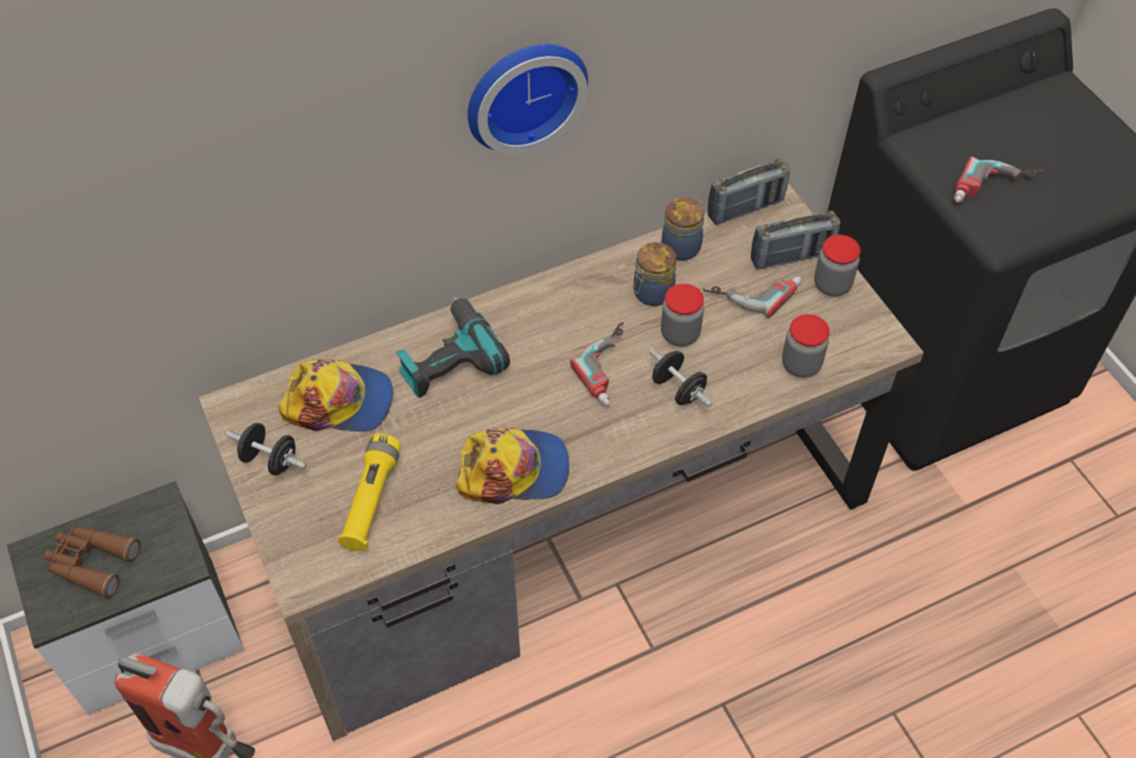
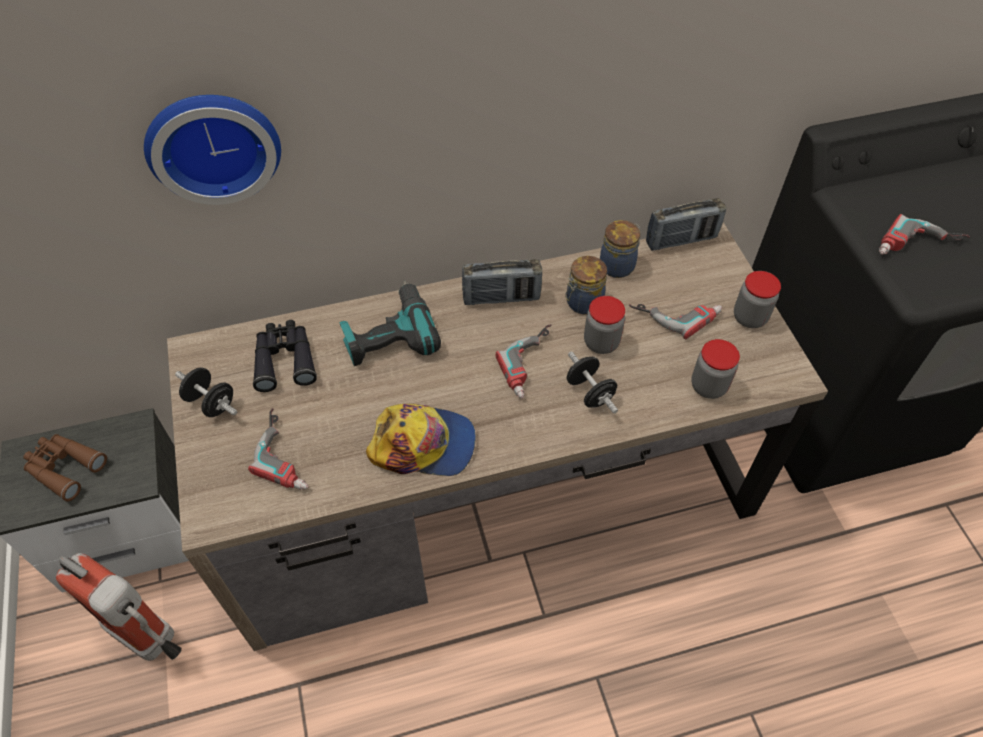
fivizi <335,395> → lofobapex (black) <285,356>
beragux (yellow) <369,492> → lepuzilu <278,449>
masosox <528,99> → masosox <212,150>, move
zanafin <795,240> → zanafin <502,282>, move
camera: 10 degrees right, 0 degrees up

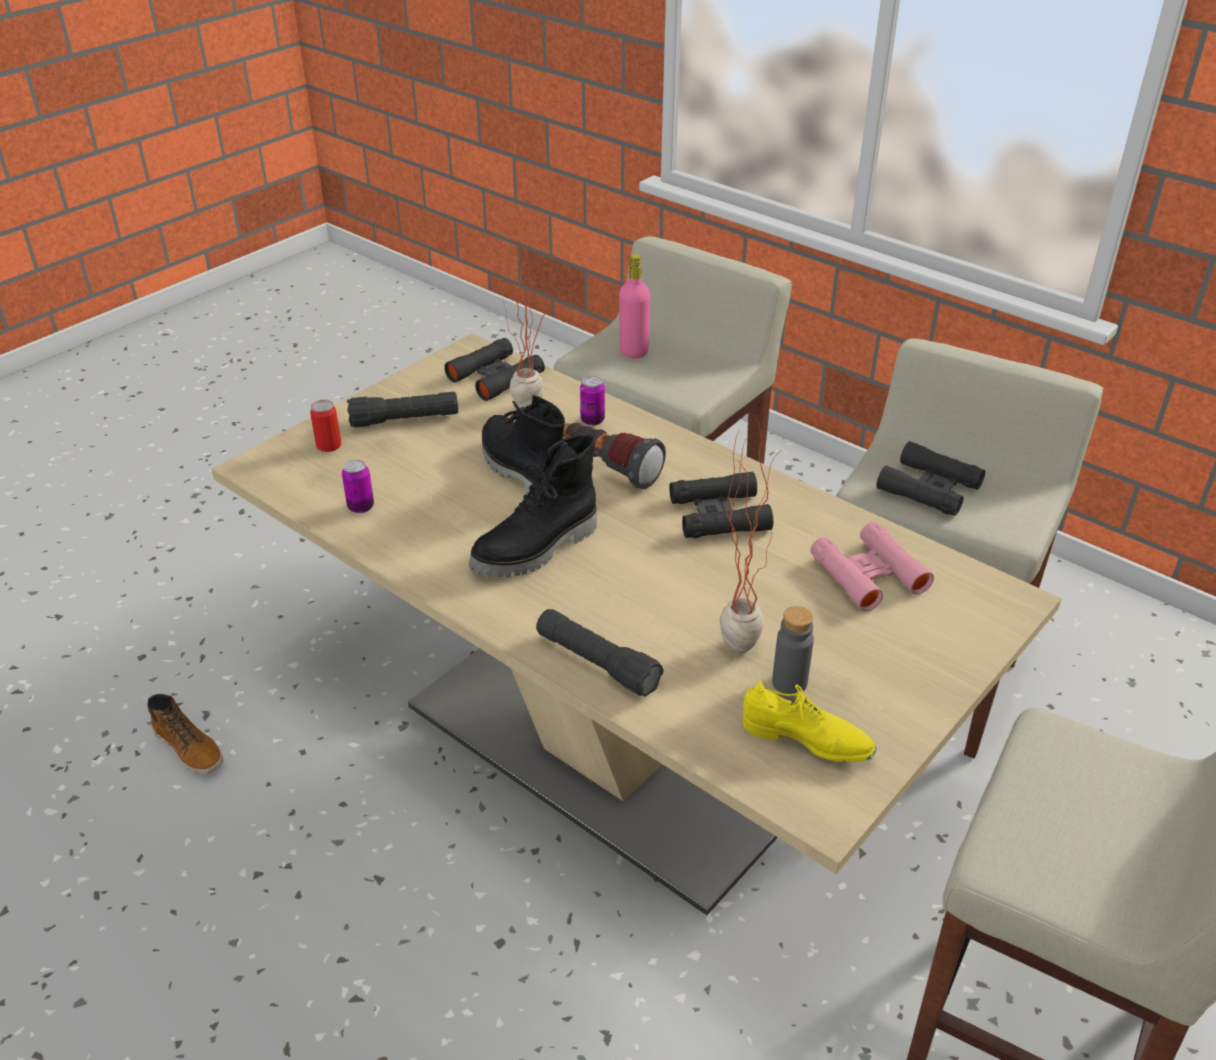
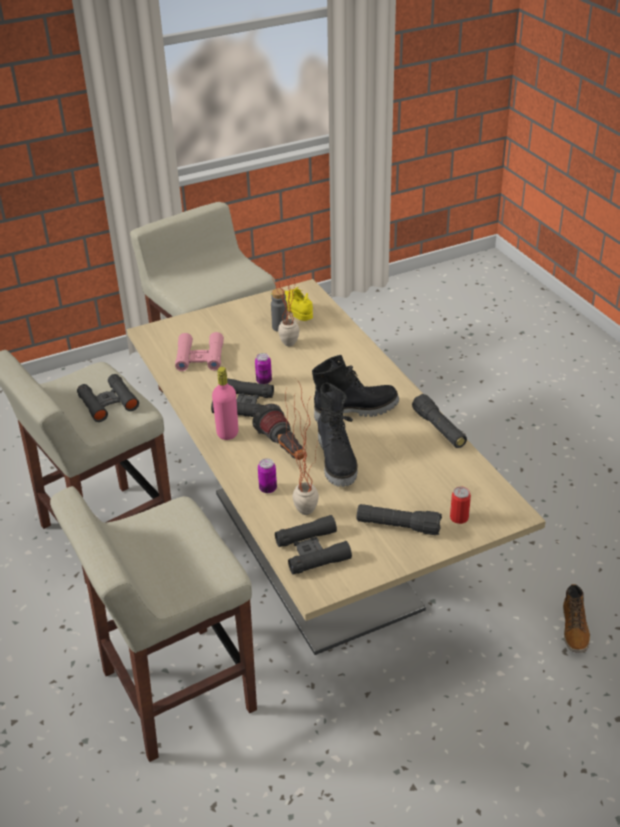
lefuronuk <185,734> → lefuronuk <576,618>, 150 degrees counterclockwise
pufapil <358,486> → pufapil <263,368>, move
beragux (black) <600,653> → beragux (black) <439,421>, move
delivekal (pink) <635,306> → delivekal (pink) <225,403>, move
camera: 155 degrees left, 0 degrees up

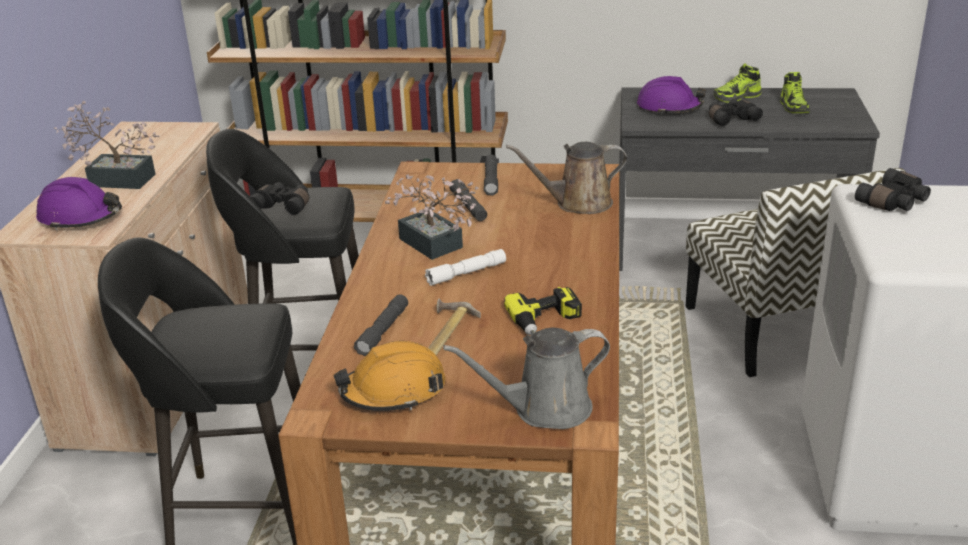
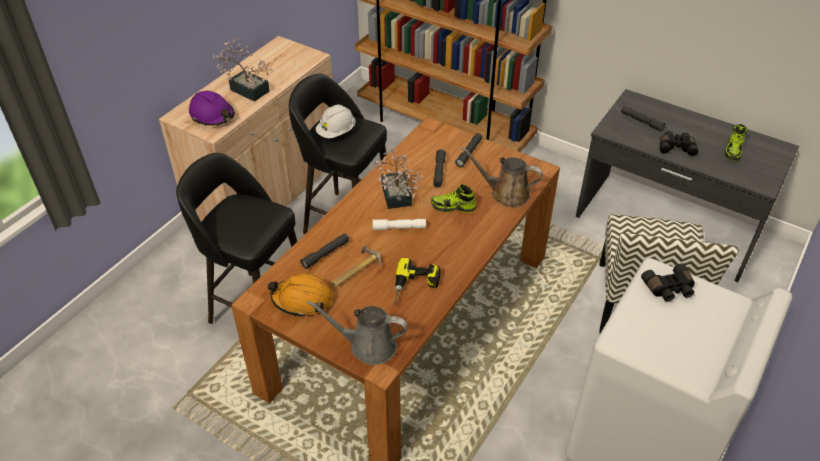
lofobapex (black) <279,198> → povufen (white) <335,121>
povufen (purple) <671,95> → beragux (grey) <643,118>
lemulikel <738,83> → lemulikel <454,198>, move
camera: 25 degrees right, 15 degrees up

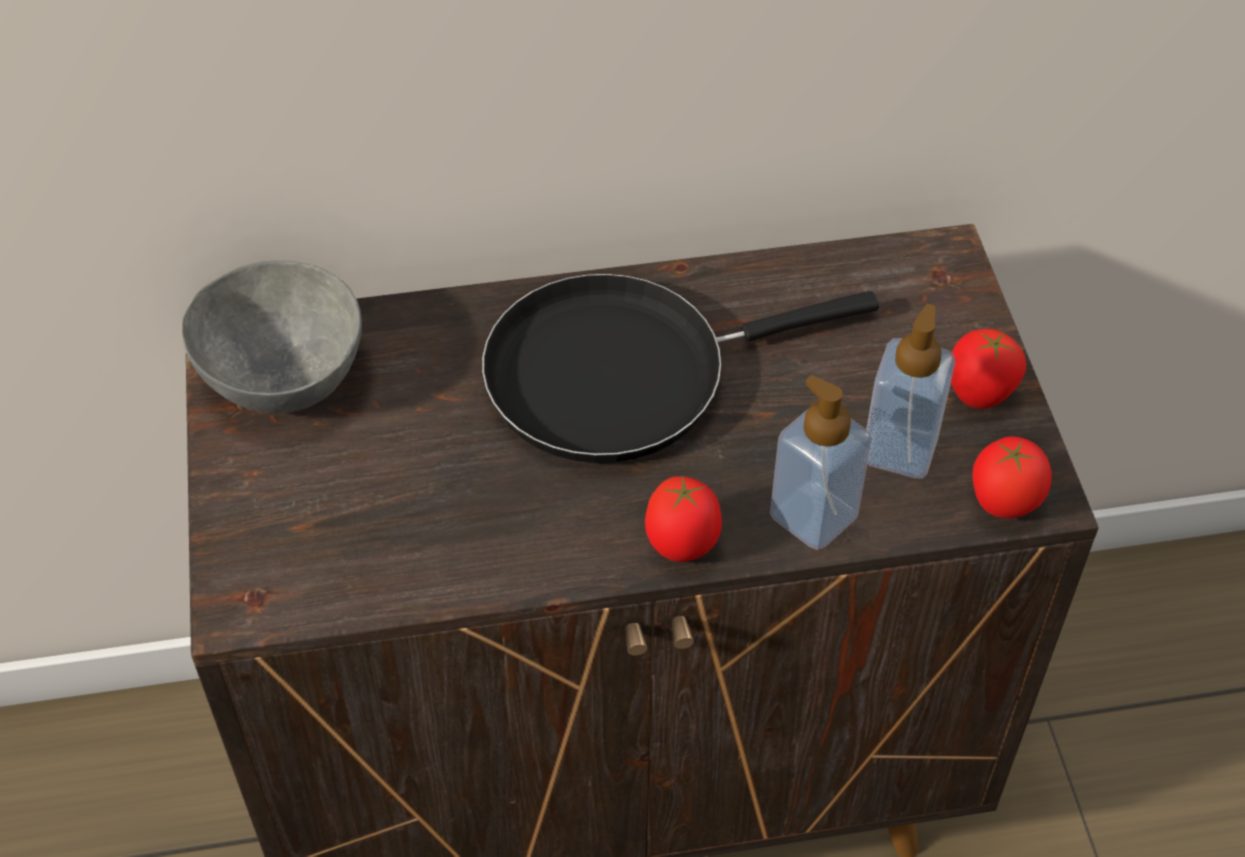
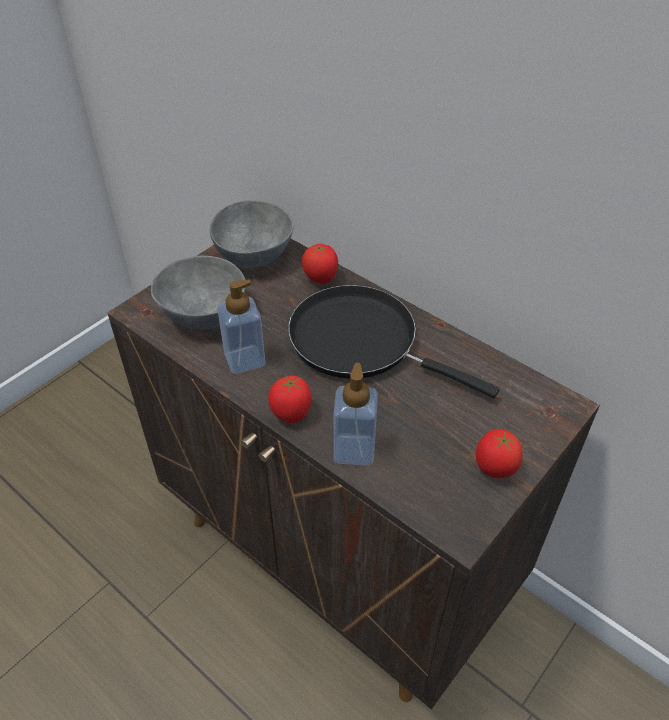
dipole <911,391> → dipole <241,327>, move
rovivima <1012,477> → rovivima <320,264>, move
- → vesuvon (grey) <198,293>
camera: 50 degrees right, 5 degrees down

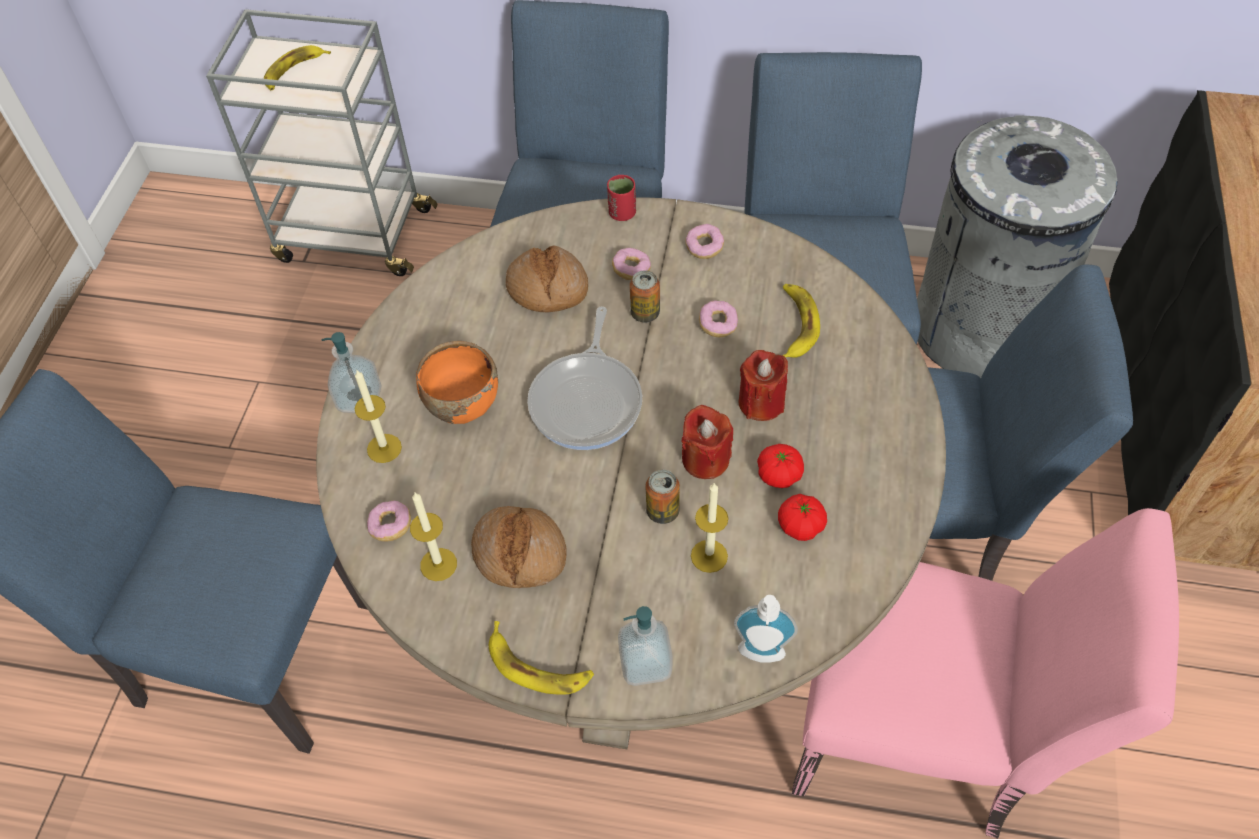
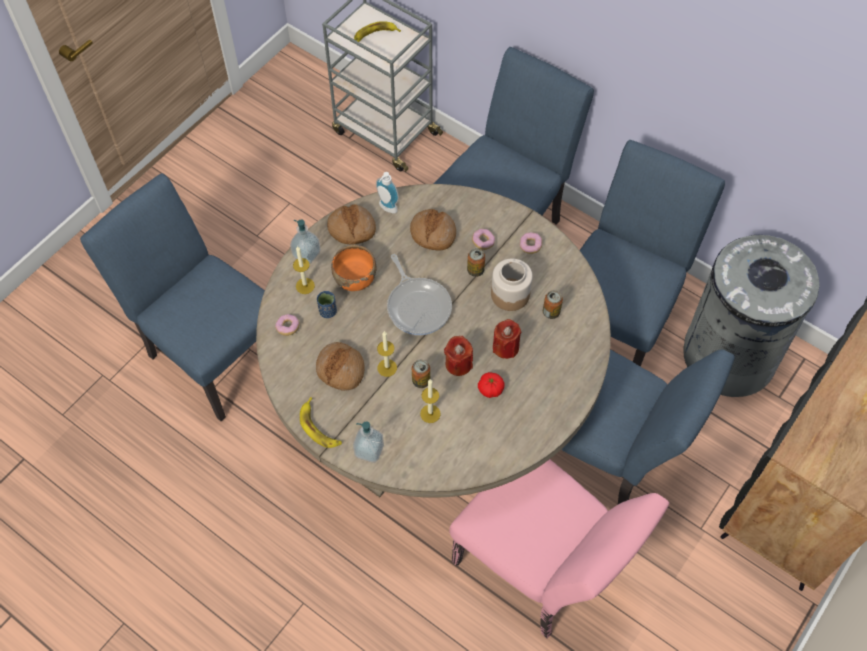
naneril <433,536> → naneril <387,354>, move
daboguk <584,378> → daboguk <419,294>, 60 degrees counterclockwise
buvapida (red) <621,198> → -
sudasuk <718,318> → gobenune <512,284>
dipole <766,629> → dipole <387,192>, move
rovivima <802,517> → -
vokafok <801,321> → pufapil <553,304>
- → buvapida (blue) <327,304>
- → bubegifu <351,224>
camera: 25 degrees right, 5 degrees up

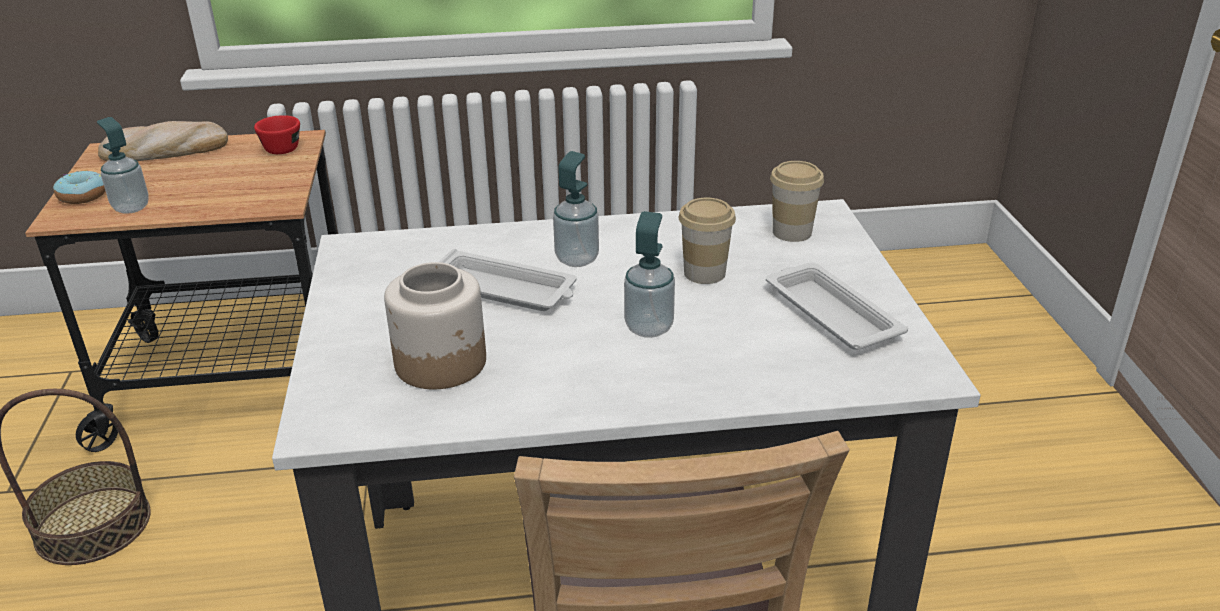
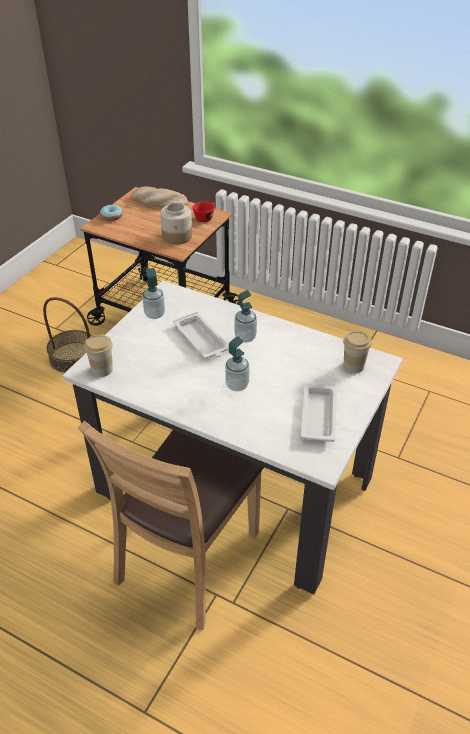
dipole <123,165> → dipole <153,293>, move
gobenune <435,325> → gobenune <176,223>, move
buvapida <707,241> → buvapida <98,356>, move
camera: 35 degrees right, 10 degrees up

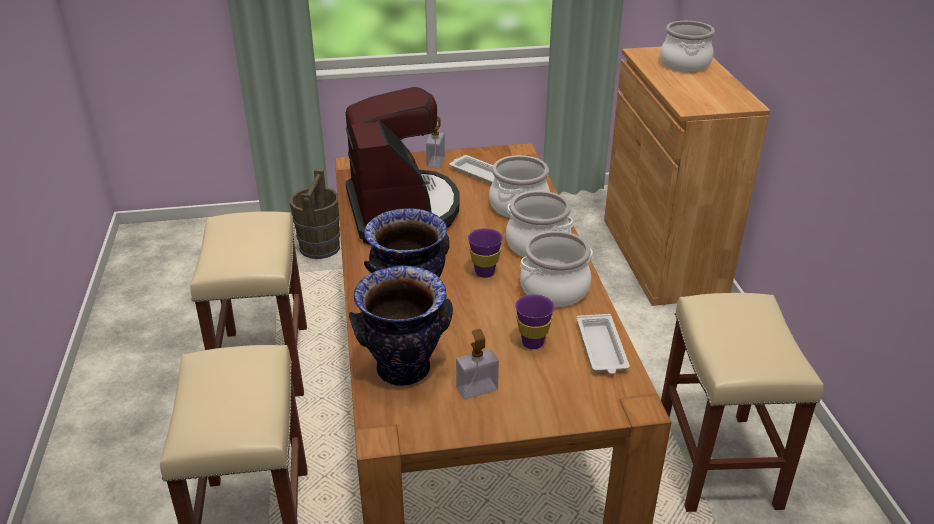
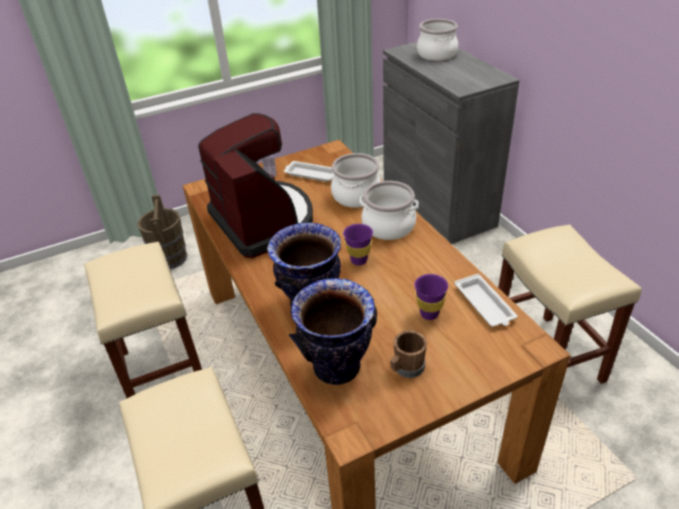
dipole <477,364> → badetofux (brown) <408,354>
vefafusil <556,269> → -
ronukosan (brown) <687,176> → ronukosan (grey) <451,143>
camera: 15 degrees left, 5 degrees up

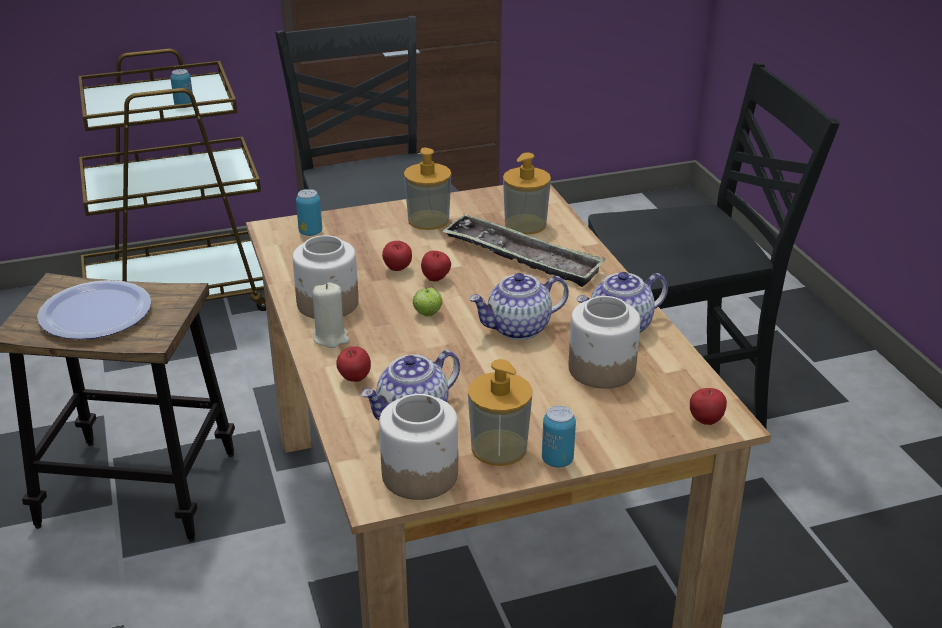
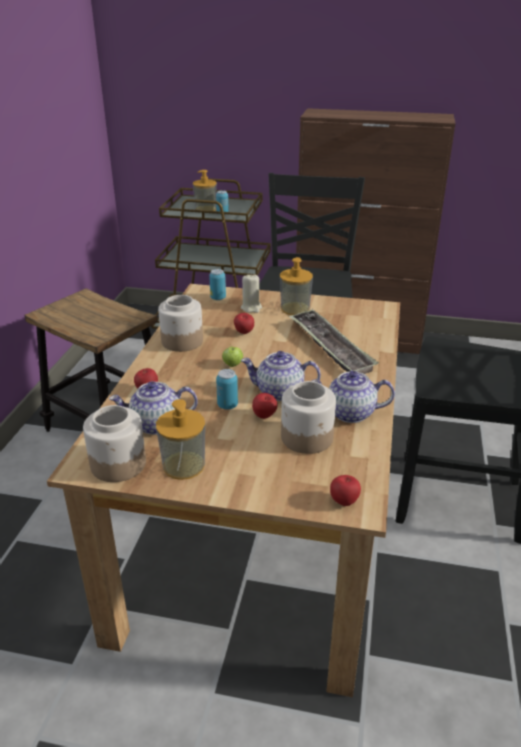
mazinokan <94,309> → -
naneril (beige) <331,315> → naneril (beige) <251,293>, move
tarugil <436,266> → tarugil <264,406>, move
dipole <527,193> → dipole <205,190>, move
pufapil <559,436> → pufapil <227,389>, move
camera: 30 degrees right, 0 degrees up

